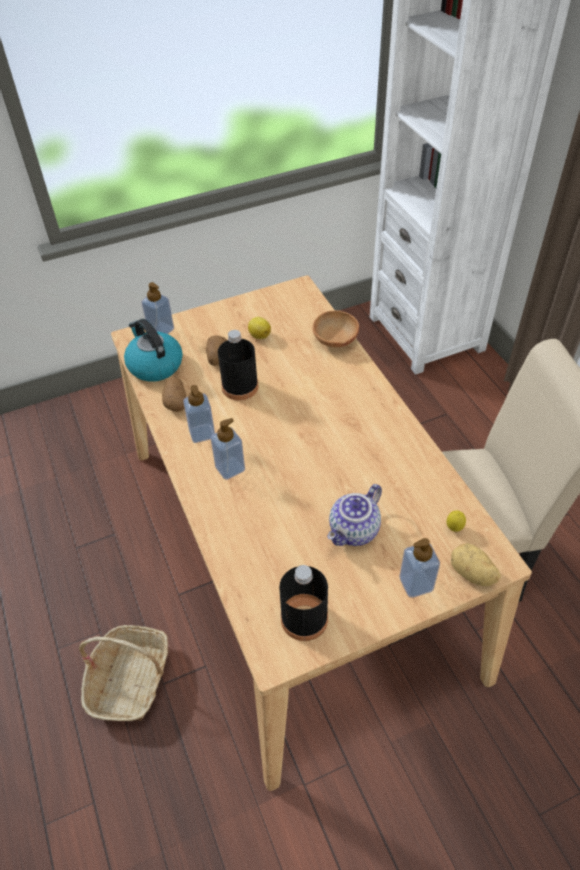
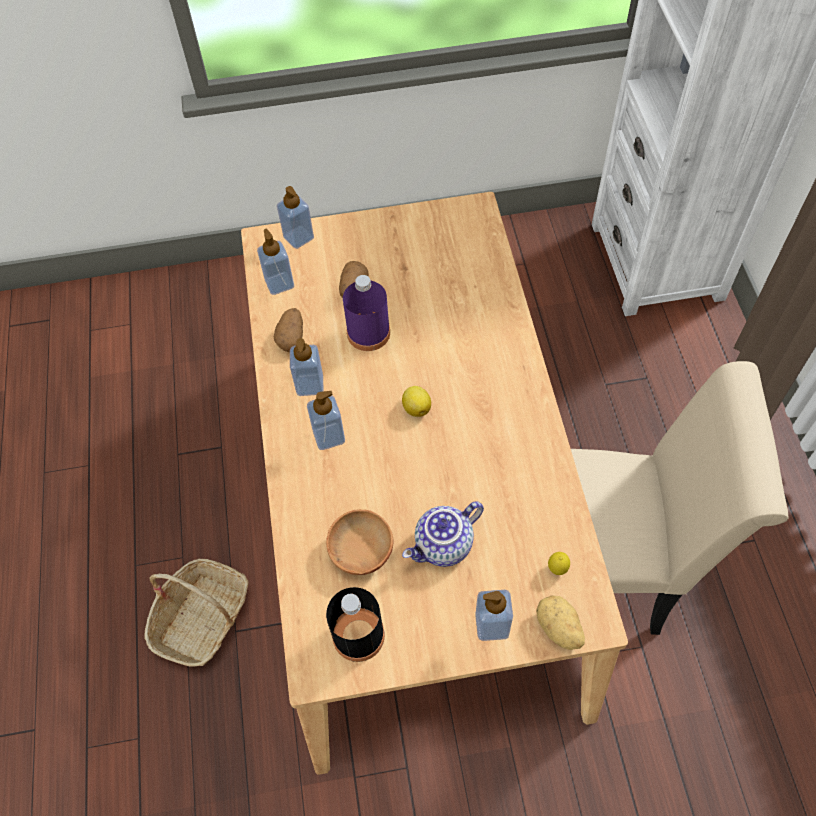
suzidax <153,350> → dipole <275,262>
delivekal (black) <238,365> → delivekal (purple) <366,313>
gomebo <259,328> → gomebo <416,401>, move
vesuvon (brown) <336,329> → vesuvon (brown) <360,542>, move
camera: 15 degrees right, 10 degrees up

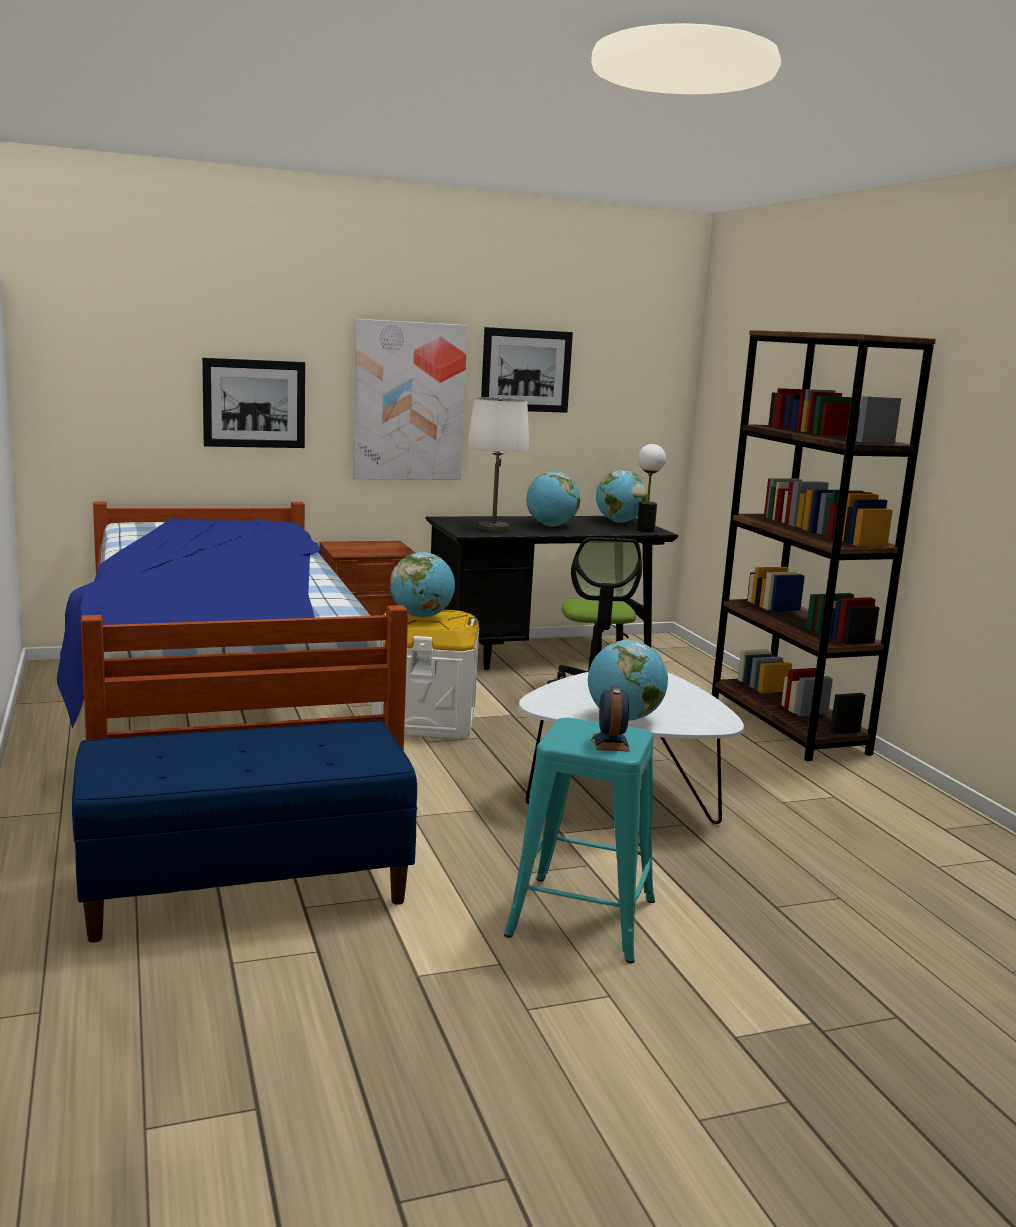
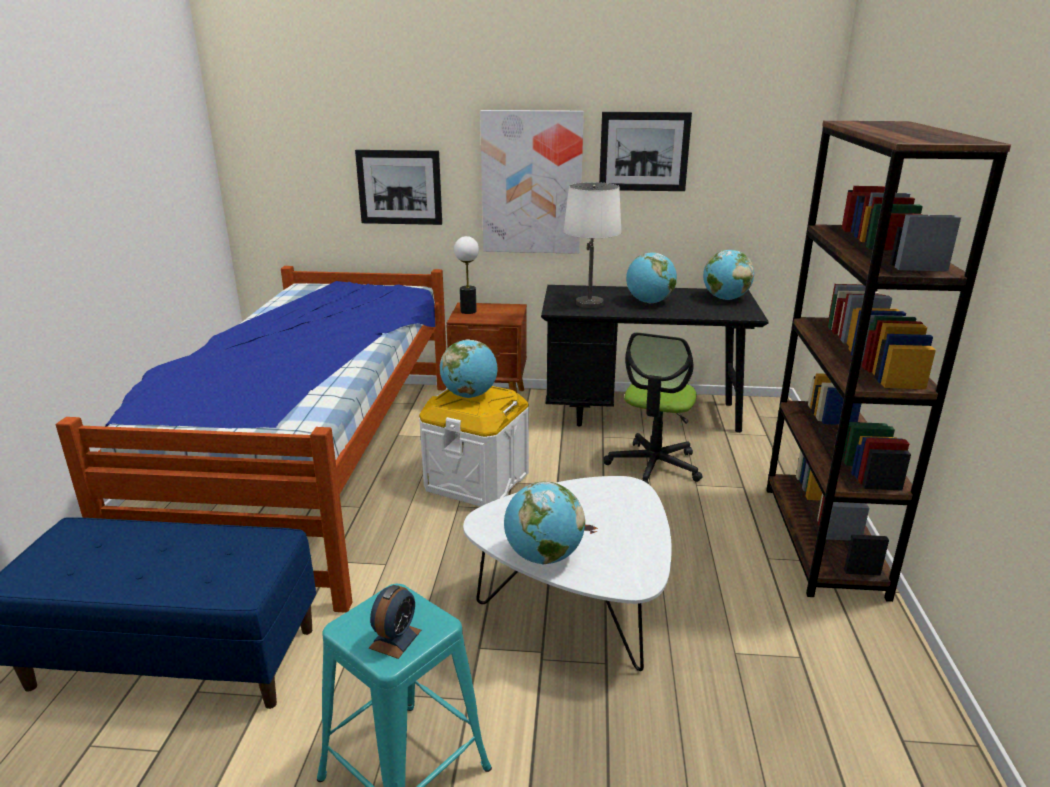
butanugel <651,488> → butanugel <466,275>, move
camera: 25 degrees right, 10 degrees up

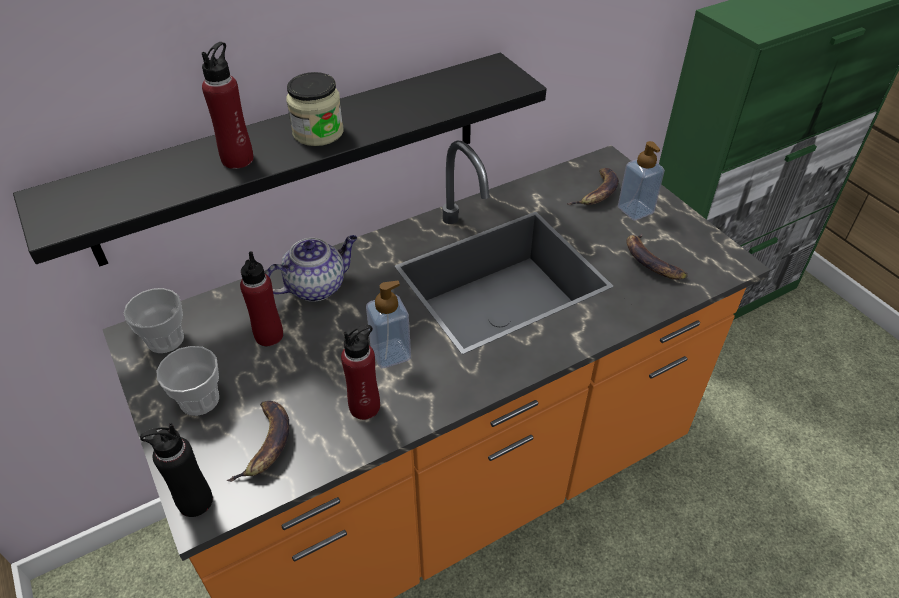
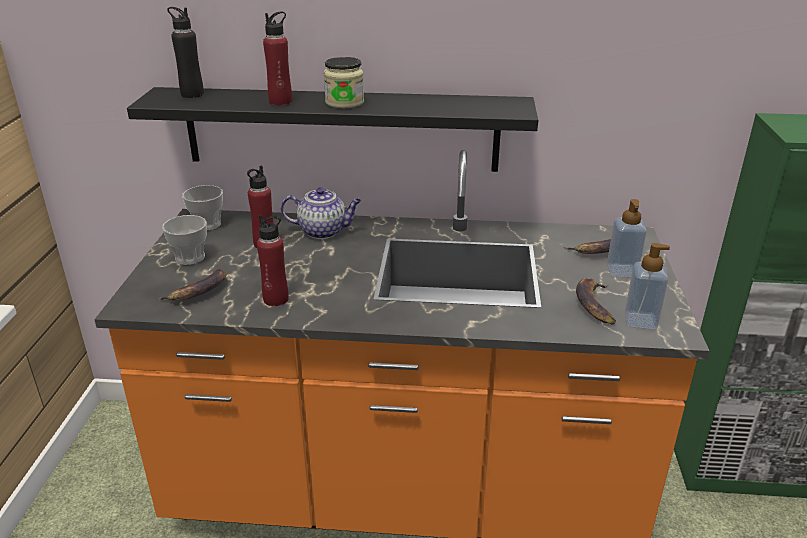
delivekal (black) <176,470> → delivekal (black) <185,52>, move
dipole <388,324> → dipole <647,286>, move
camera: 35 degrees right, 15 degrees down

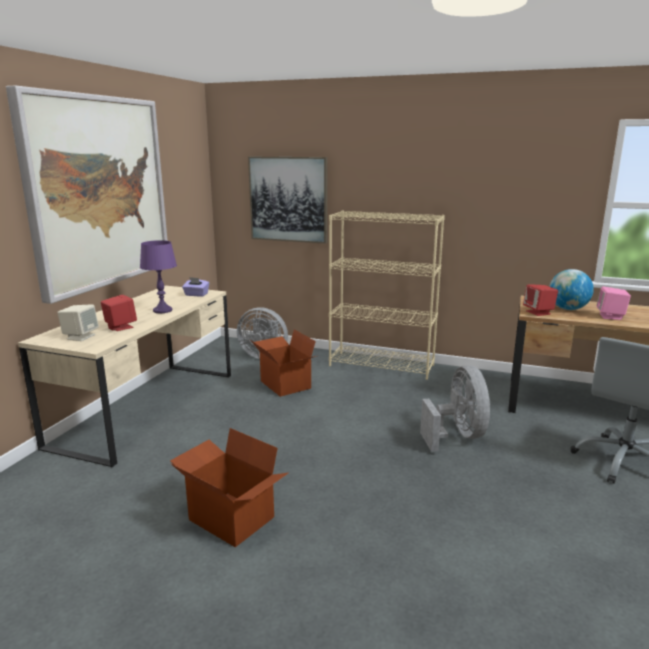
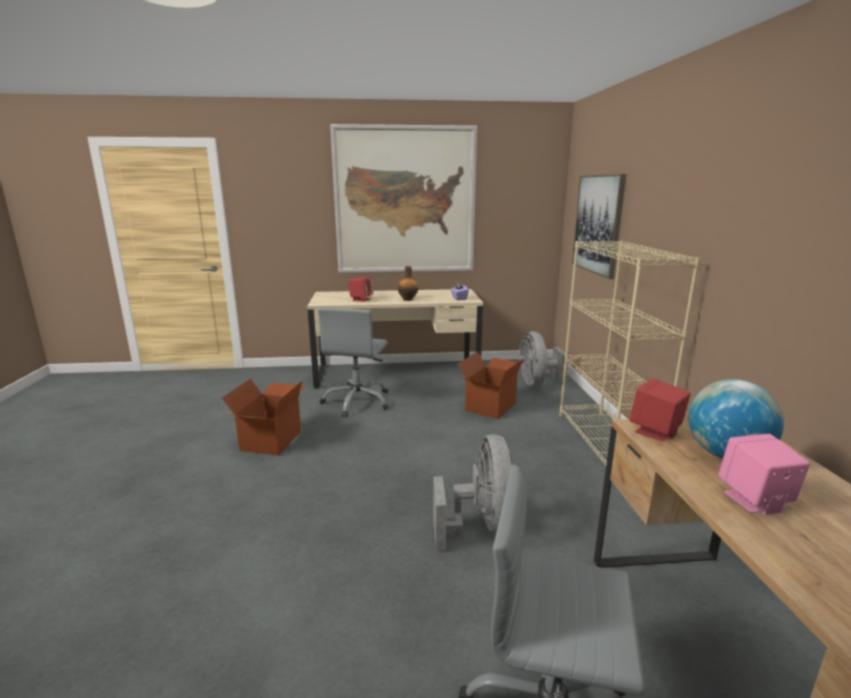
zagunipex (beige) <78,323> → -
butanugel (purple) <158,276> → delivekal <408,283>
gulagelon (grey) <455,408> → gulagelon (grey) <473,492>, 60 degrees counterclockwise
- → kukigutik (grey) <353,362>
camera: 65 degrees right, 0 degrees up

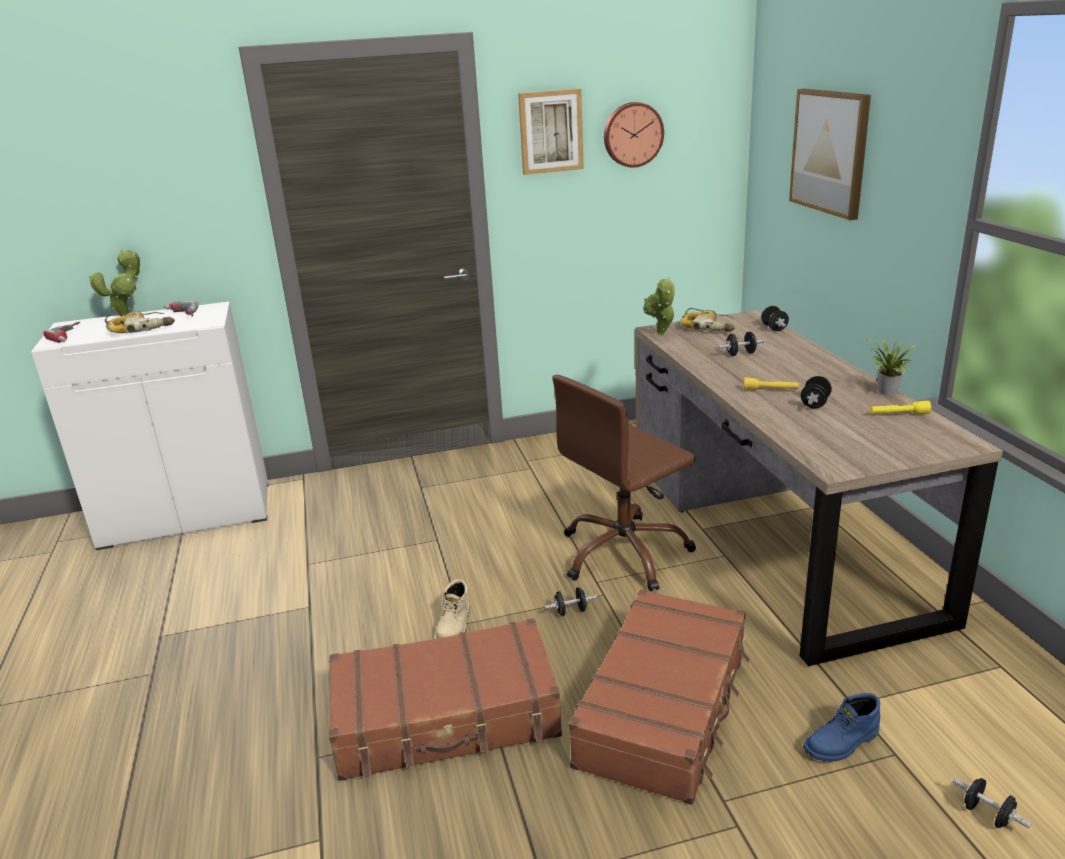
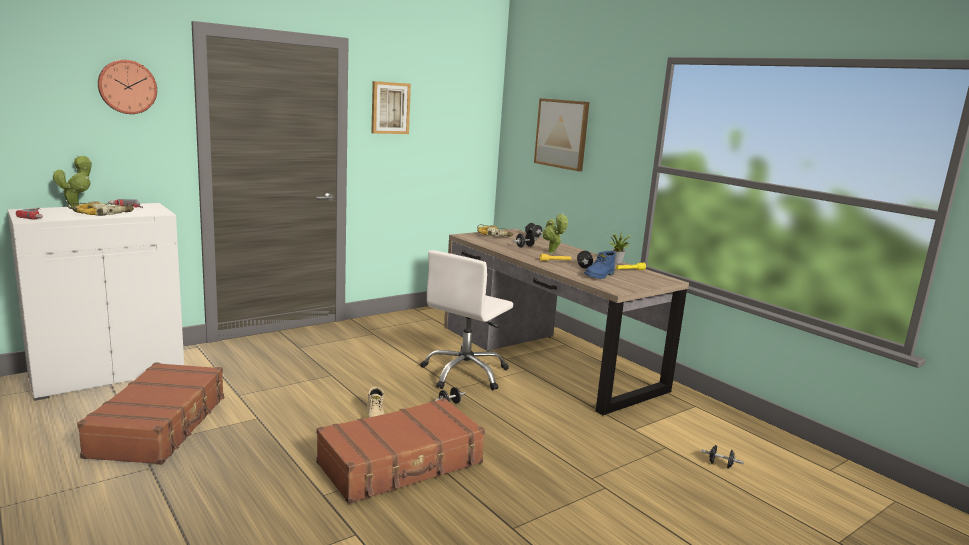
kukigutik (brown) <624,483> → kukigutik (white) <466,320>
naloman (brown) <659,697> → naloman (brown) <151,413>, move
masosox <634,135> → masosox <127,87>, move
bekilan <659,306> → bekilan <555,233>, move
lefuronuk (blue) <841,727> → lefuronuk (blue) <600,265>, move
camera: 25 degrees left, 10 degrees down

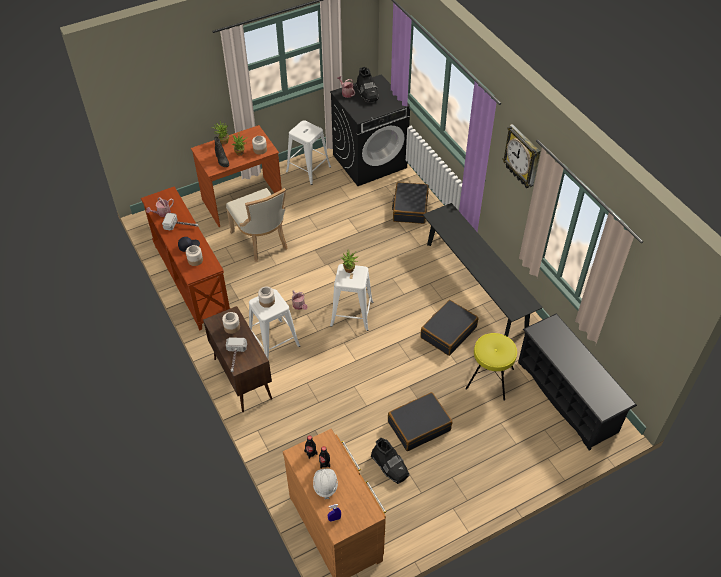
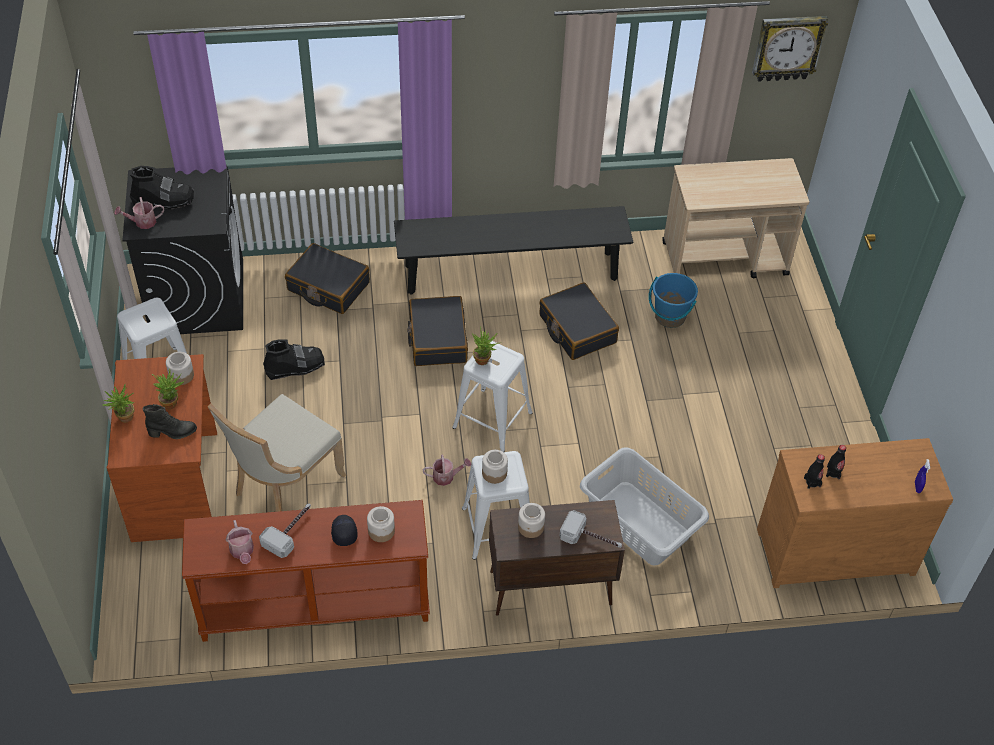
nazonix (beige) <256,225> → nazonix (beige) <277,453>, 135 degrees clockwise
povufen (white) <325,484> → -
lefuronuk (black) <390,461> → lefuronuk (black) <294,359>, move
naloman (black) <420,421> → naloman (black) <437,331>, move
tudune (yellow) <491,367> → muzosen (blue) <673,300>
masosox <521,156> → masosox <790,49>, move
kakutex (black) <577,382> → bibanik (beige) <736,218>
- → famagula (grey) <644,506>
camera: 70 degrees left, 0 degrees up

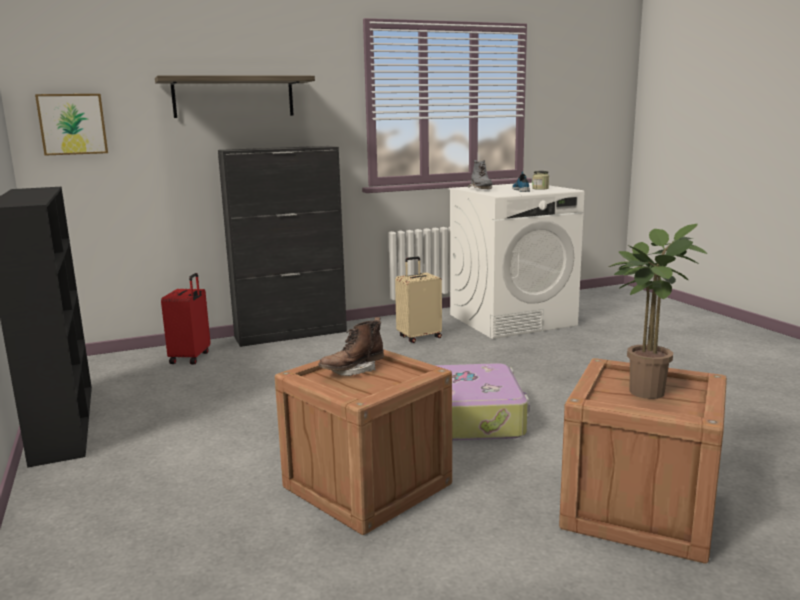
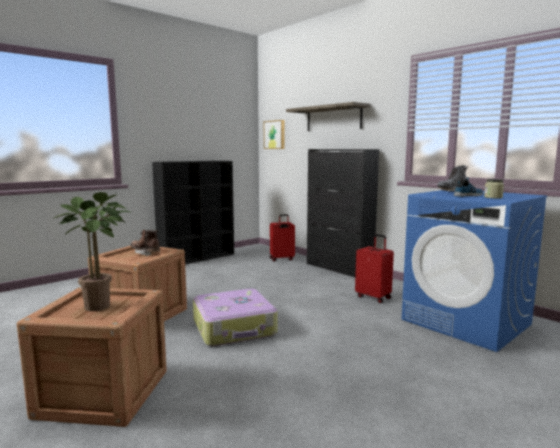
naloman (beige) <418,299> → naloman (red) <374,268>
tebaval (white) <516,261> → tebaval (blue) <474,271>
camera: 70 degrees right, 5 degrees down

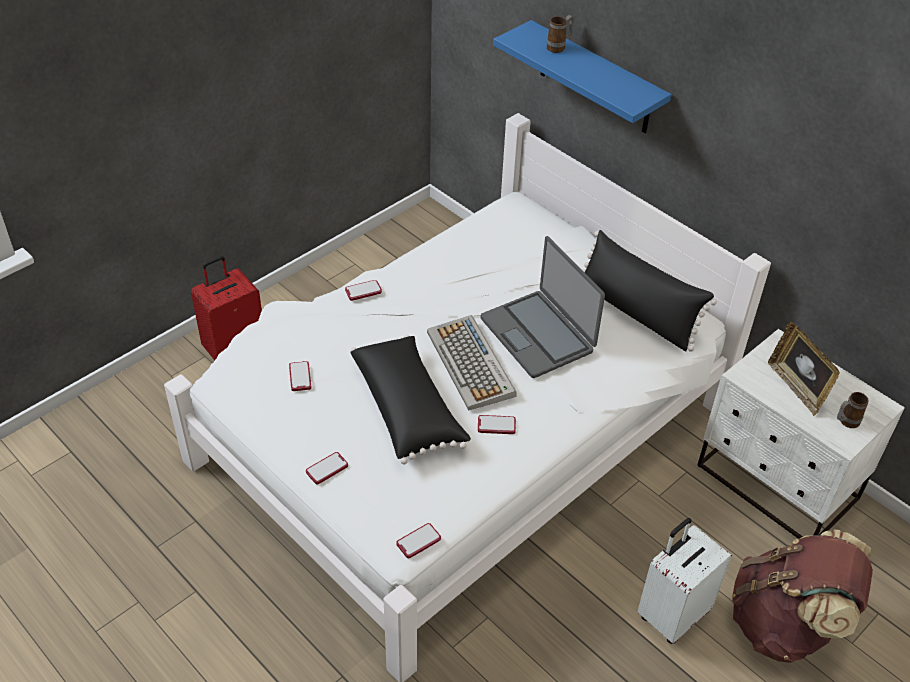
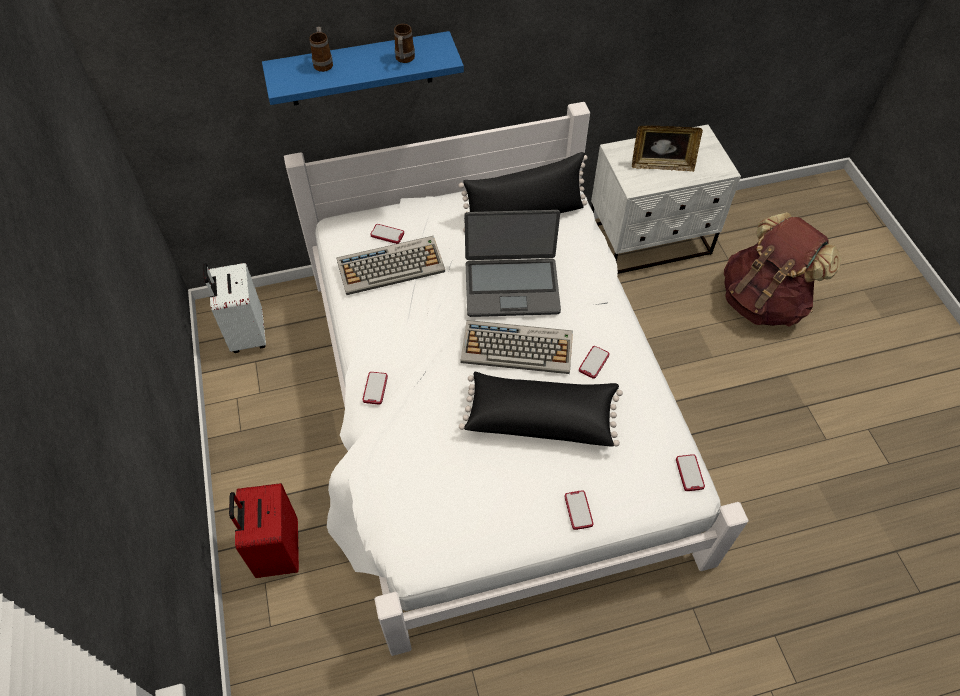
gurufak <300,376> → gurufak <387,234>, move
naloman (white) <684,581> → naloman (white) <234,308>, move
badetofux <853,410> → badetofux <404,43>, move
- → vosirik <391,265>
camera: 60 degrees left, 10 degrees up

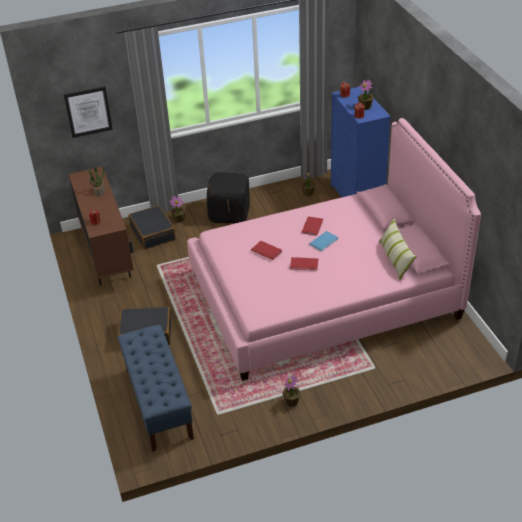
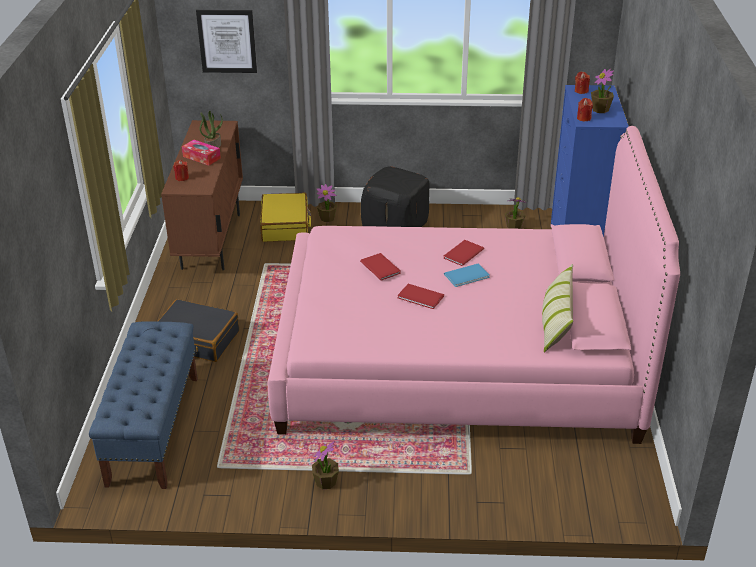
naloman (black) <152,227> → naloman (yellow) <285,217>
- → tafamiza <201,153>
camera: 20 degrees right, 5 degrees down

